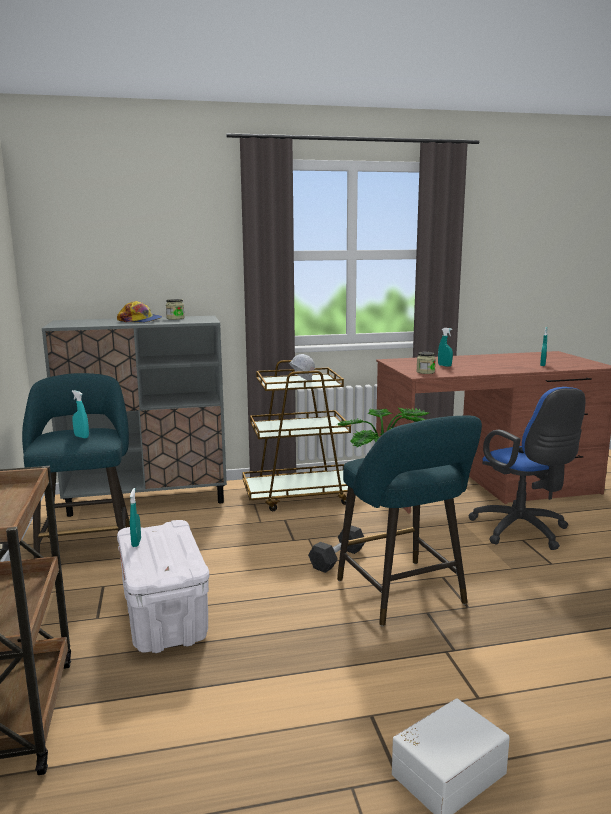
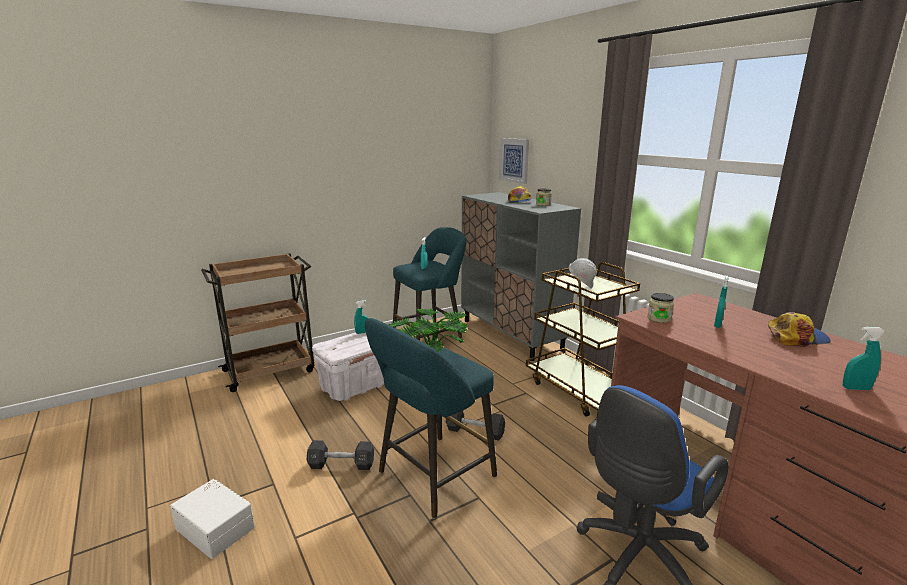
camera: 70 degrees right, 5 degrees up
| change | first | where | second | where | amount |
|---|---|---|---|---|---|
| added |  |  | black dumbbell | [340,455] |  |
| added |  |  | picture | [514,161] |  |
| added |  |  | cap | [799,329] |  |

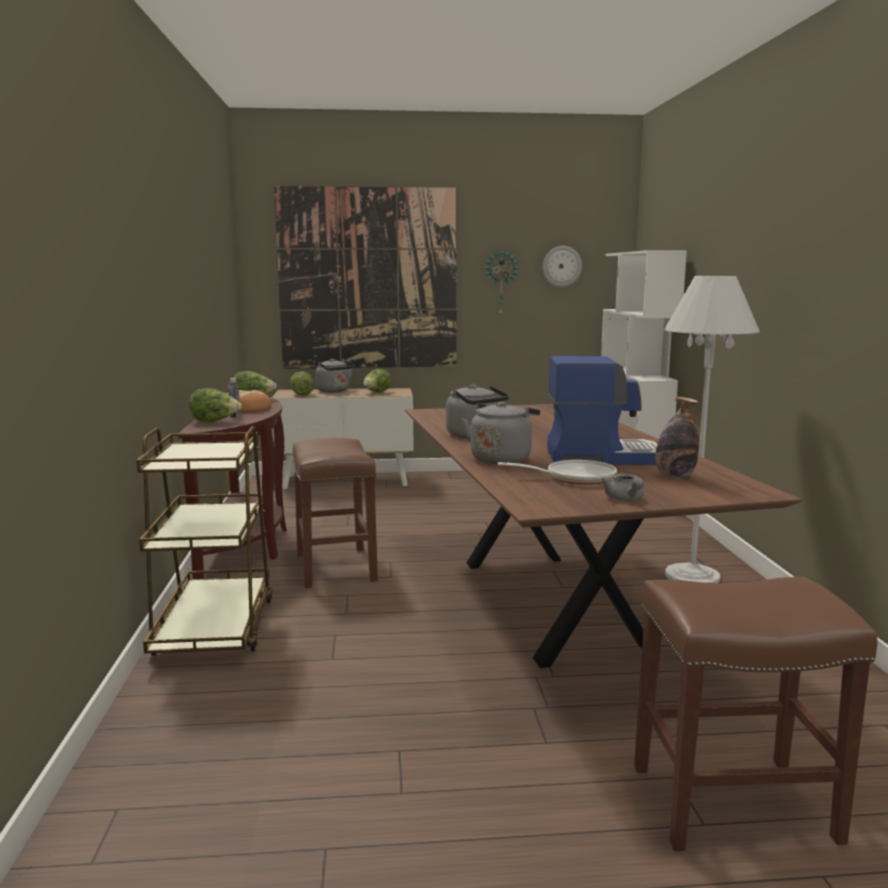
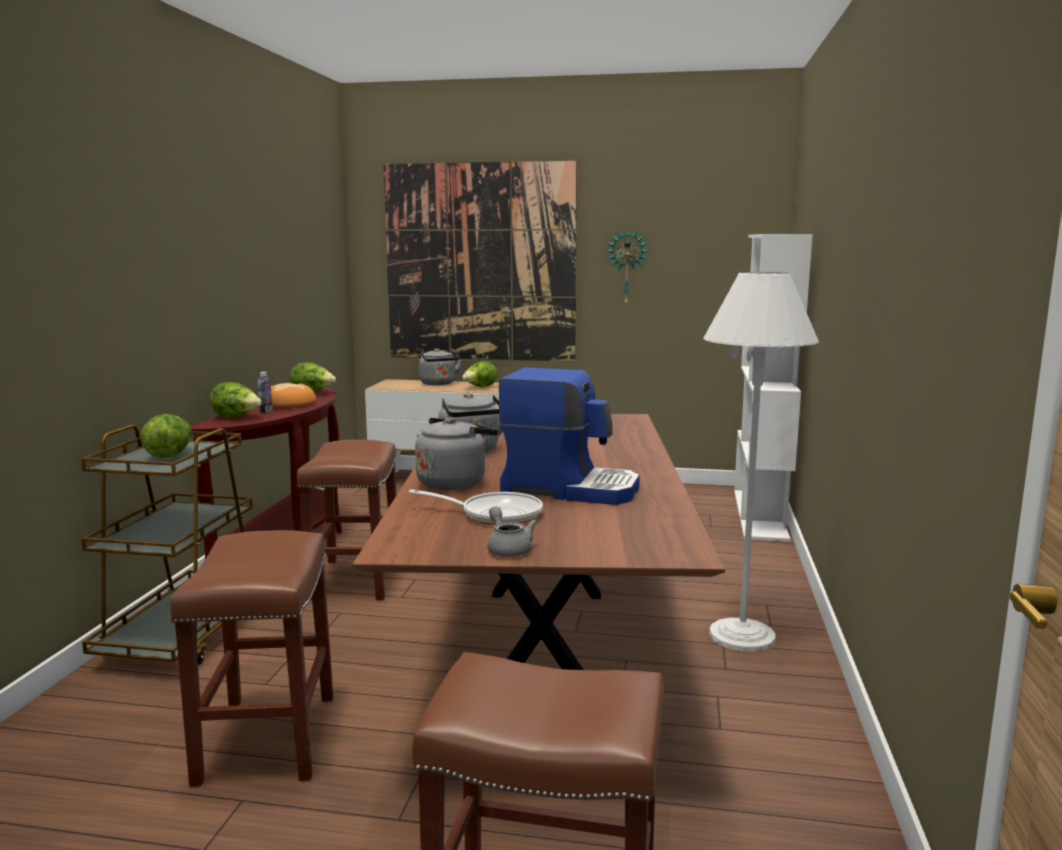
camera: 15 degrees right, 0 degrees up
| change | first | where | second | where | amount |
|---|---|---|---|---|---|
| moved | lettuce | [302,383] |  | [166,436] |  |
| added |  |  | brown stool | [251,658] |  |
| turned | grey teapot | [622,487] |  | [512,531] | 150 degrees clockwise |
| removed | wall clock | [562,266] |  |  |  |
| removed | bottle | [677,438] |  |  |  |

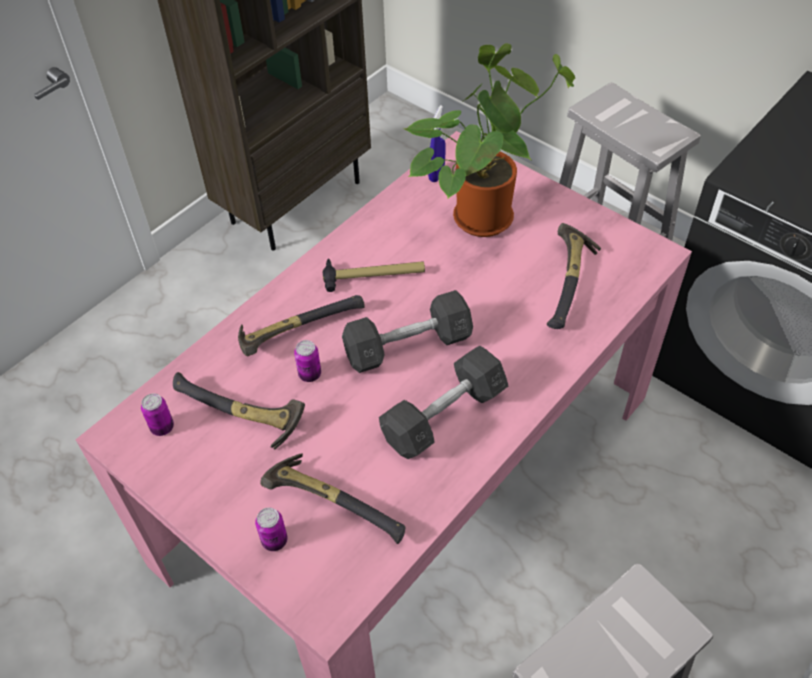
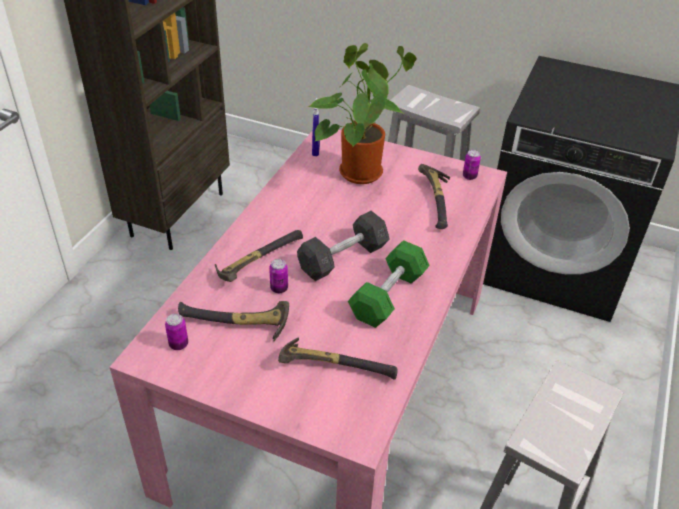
camera: 20 degrees left, 10 degrees down
| change | first | where | second | where | amount |
|---|---|---|---|---|---|
| recoloured | grey dumbbell | [443,402] | green dumbbell | [389,284] |  |
| moved | can | [271,529] |  | [472,165] |  |
| removed | hammer | [374,275] |  |  |  |

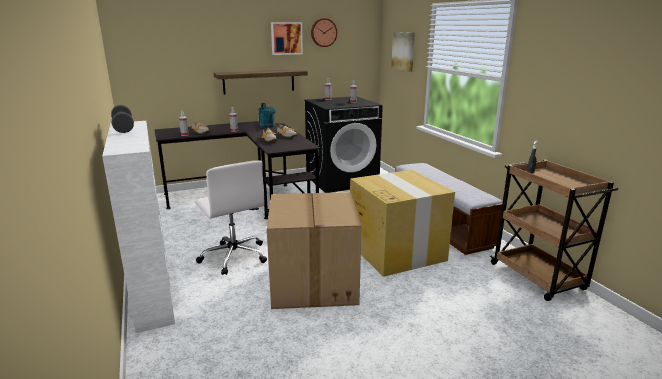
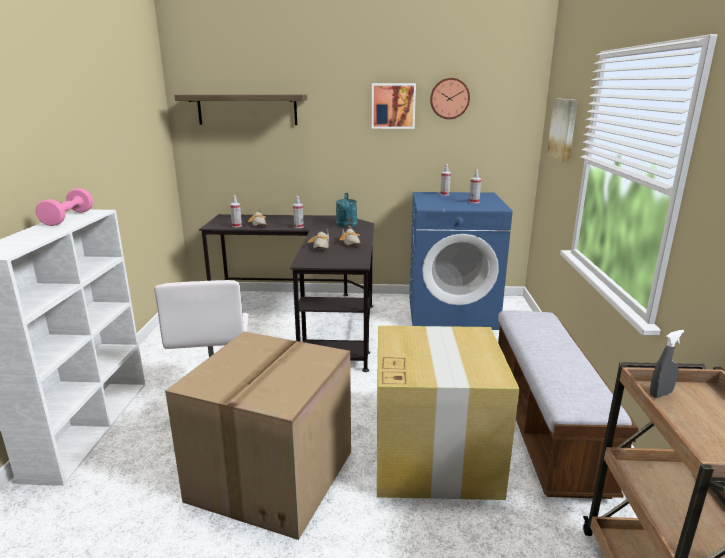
camera: 25 degrees right, 0 degrees up
| change | first | where | second | where | amount |
|---|---|---|---|---|---|
| recoloured | grey dumbbell | [122,119] | pink dumbbell | [64,207] |  |
| moved | shelf | [261,82] |  | [240,109] |  |
| recoloured | black washing machine | [343,145] | blue washing machine | [461,261] |  |

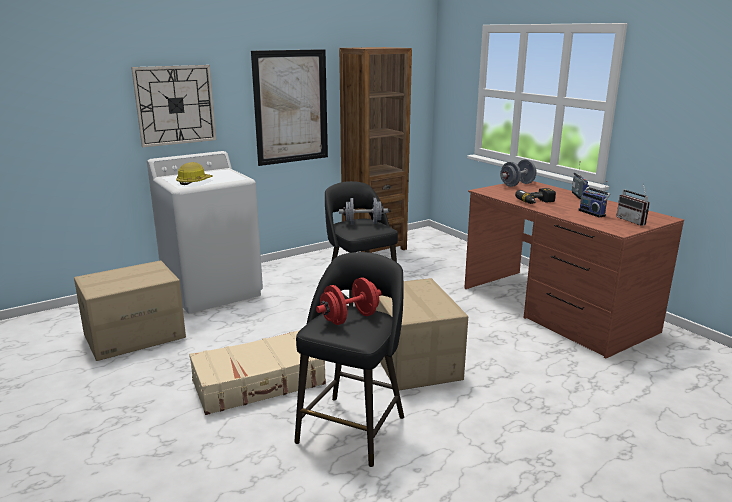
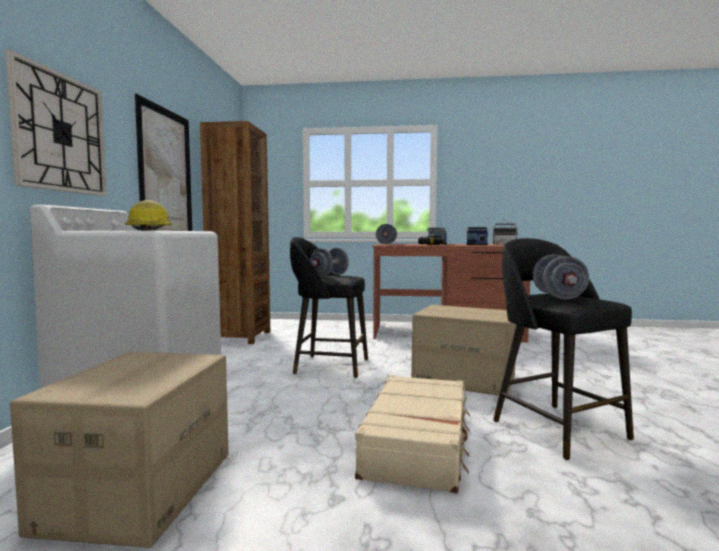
camera: 50 degrees left, 15 degrees down
| change | first | where | second | where | amount |
|---|---|---|---|---|---|
| recoloured | red dumbbell | [348,301] | grey dumbbell | [560,277] |  |

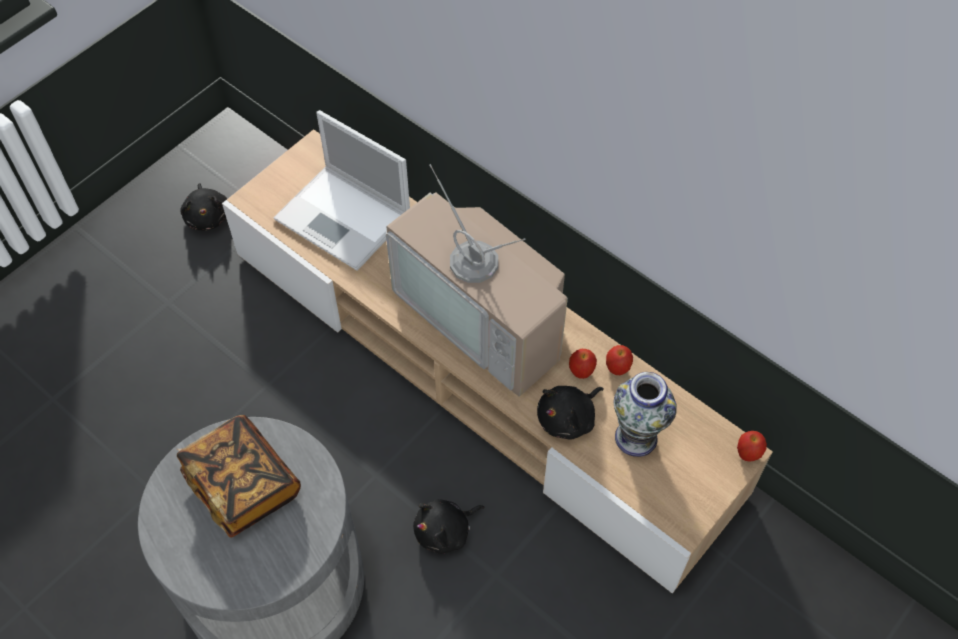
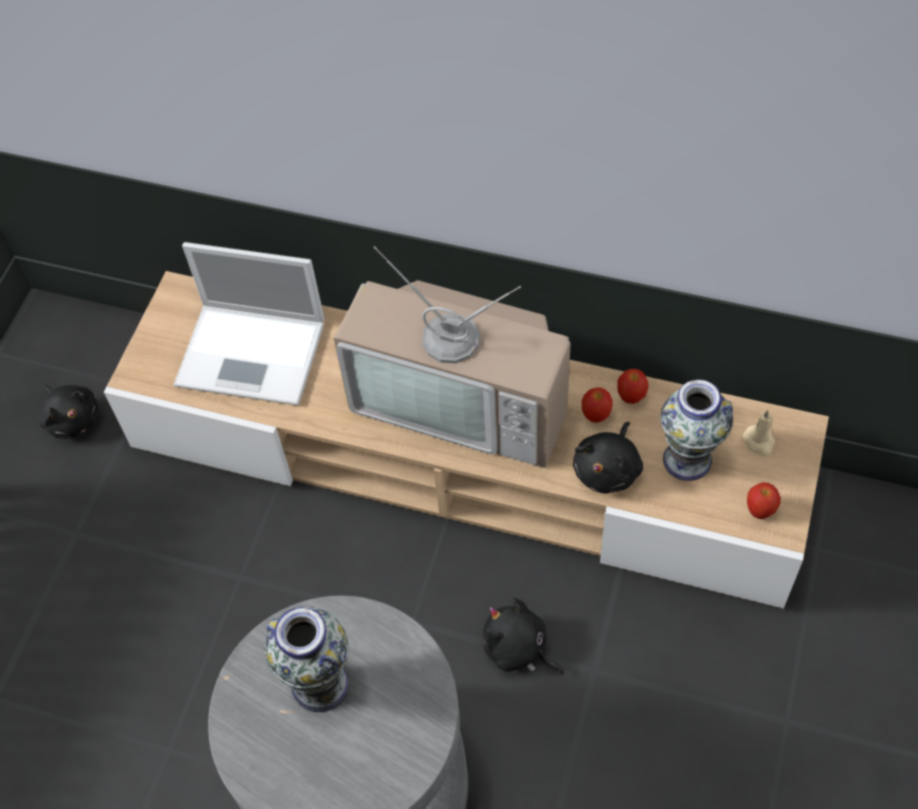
camera: 20 degrees left, 0 degrees up
| change | first | where | second | where | amount |
|---|---|---|---|---|---|
| replaced | book | [239,476] | vase | [307,659] |  |
| turned | black plush toy | [448,526] |  | [523,636] | 90 degrees clockwise |
| added |  |  | beige candle | [759,433] |  |
| moved | apple | [752,446] |  | [764,500] |  |

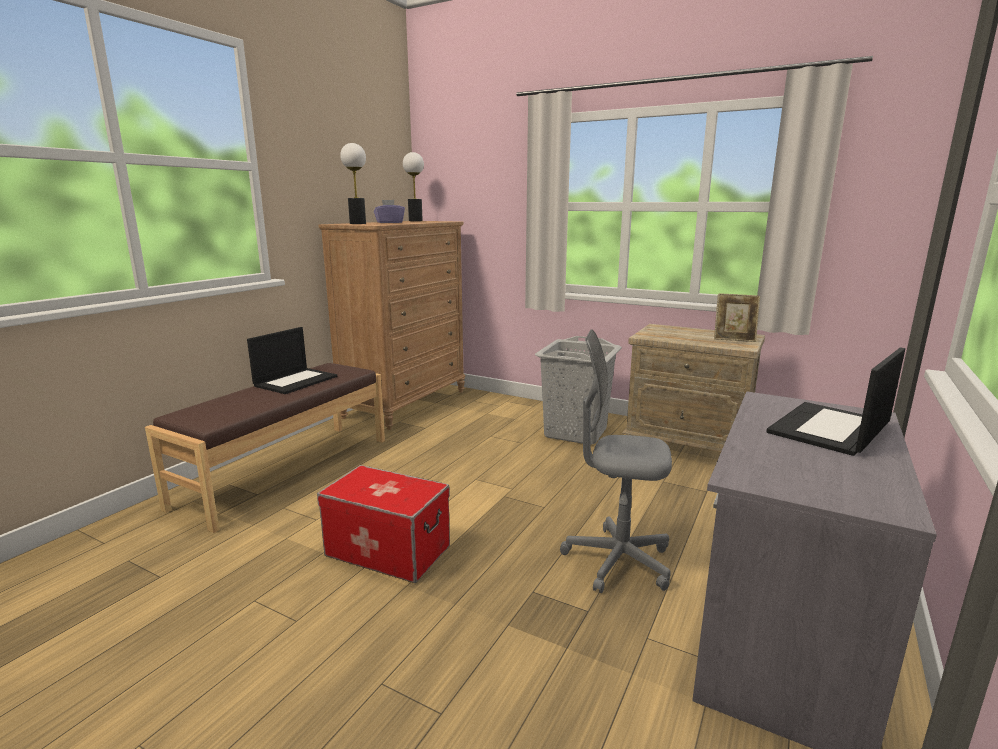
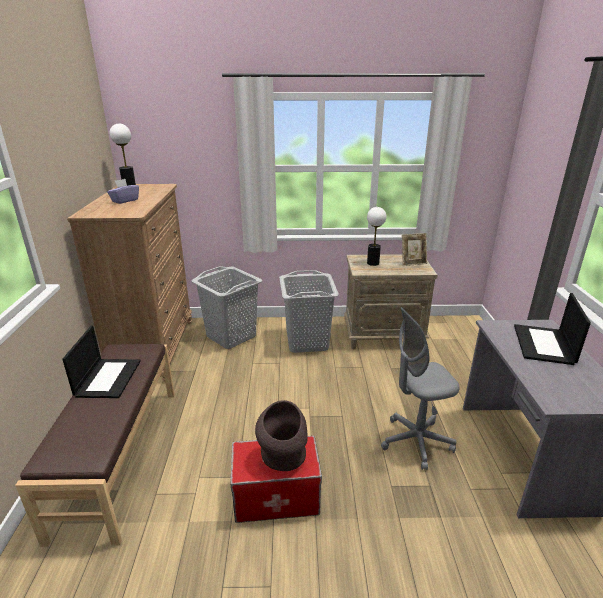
camera: 30 degrees left, 10 degrees up
| change | first | where | second | where | amount |
|---|---|---|---|---|---|
| added |  |  | grey laundry basket | [226,307] |  |
| added |  |  | brown vase | [281,435] |  |
| moved | table lamp | [353,183] |  | [376,236] |  |

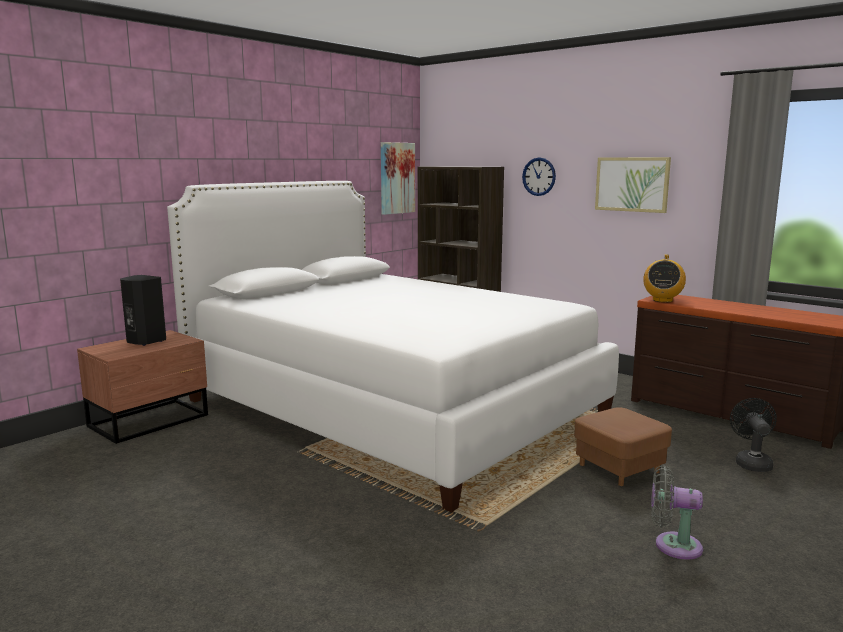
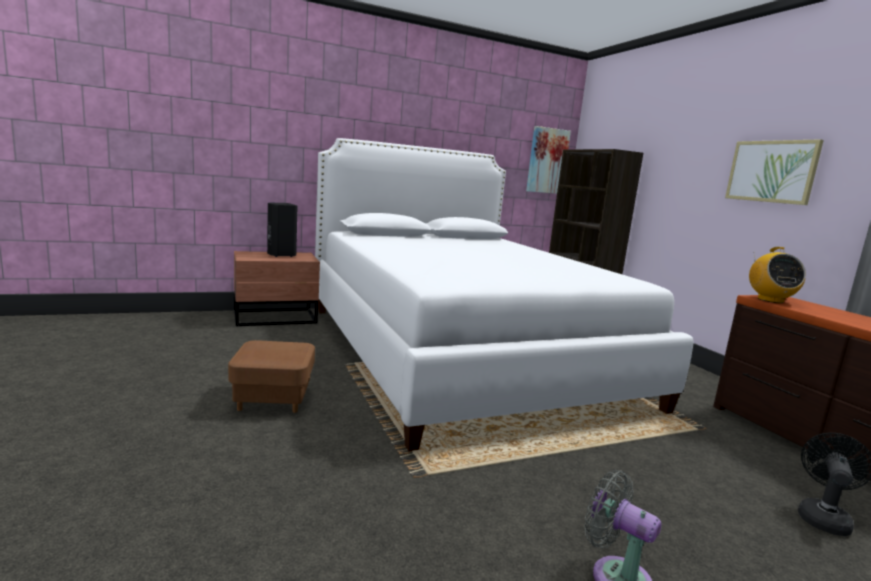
camera: 25 degrees right, 0 degrees up
| change | first | where | second | where | amount |
|---|---|---|---|---|---|
| moved | brown ottoman | [623,446] |  | [271,376] |  |
| turned | radio | [664,279] |  | [777,275] | 45 degrees counterclockwise |
| removed | wall clock | [539,176] |  |  |  |

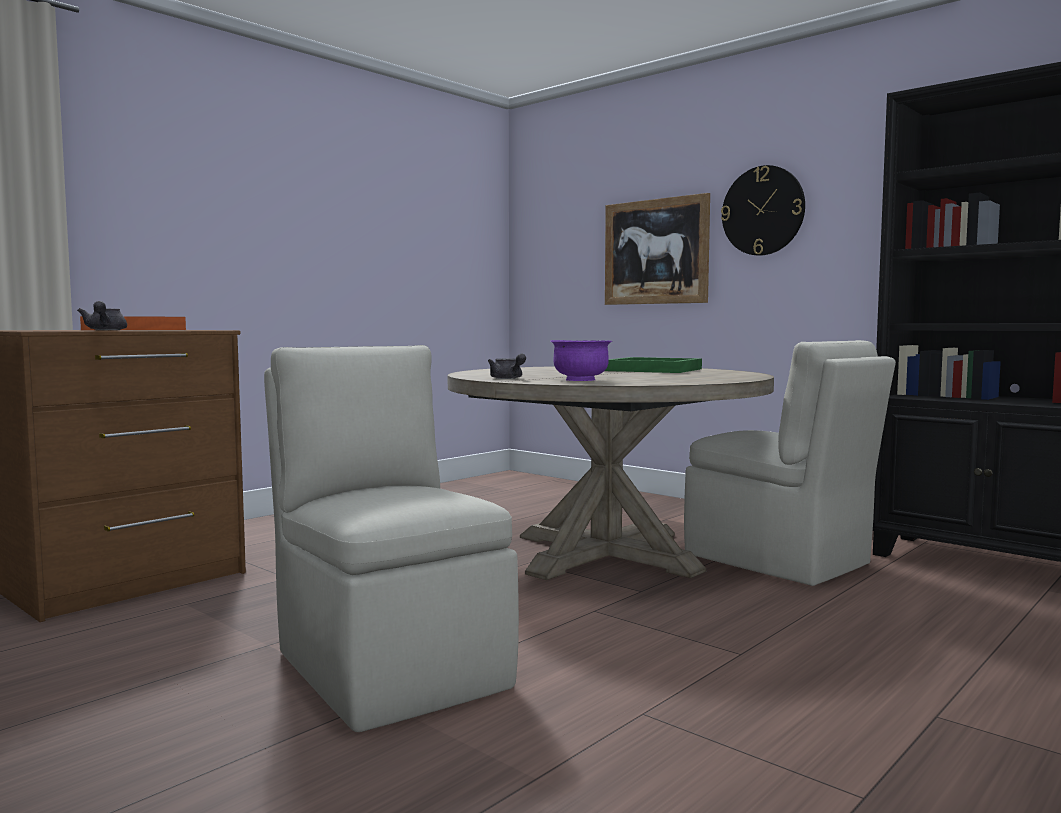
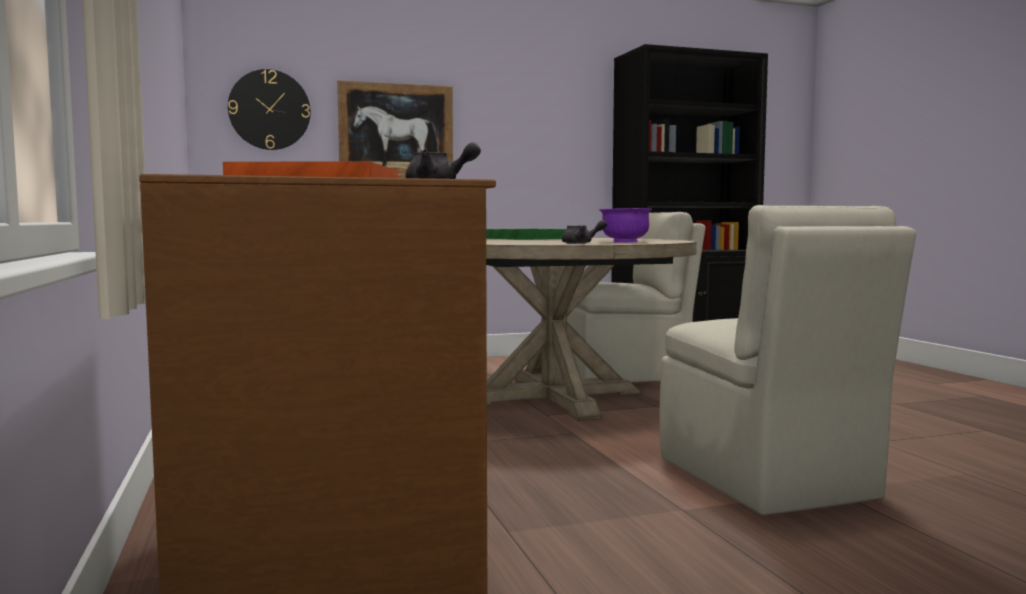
camera: 60 degrees left, 0 degrees up
| change | first | where | second | where | amount |
|---|---|---|---|---|---|
| moved | wall clock | [763,210] |  | [269,109] |  |
| turned | beige chair | [391,538] |  | [788,360] | 105 degrees counterclockwise |

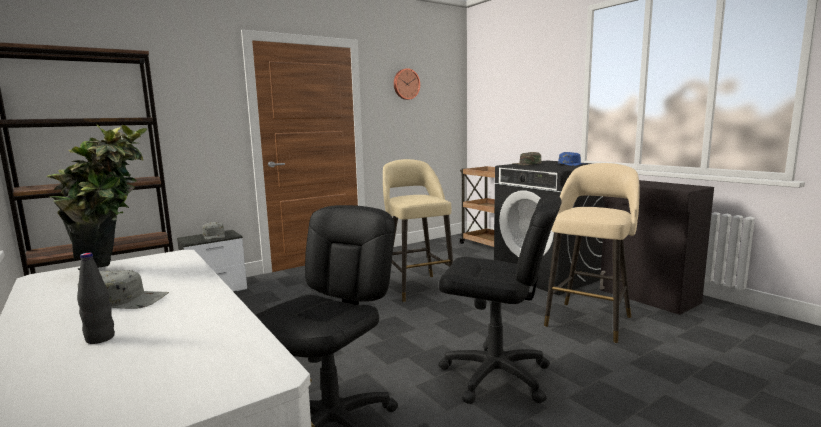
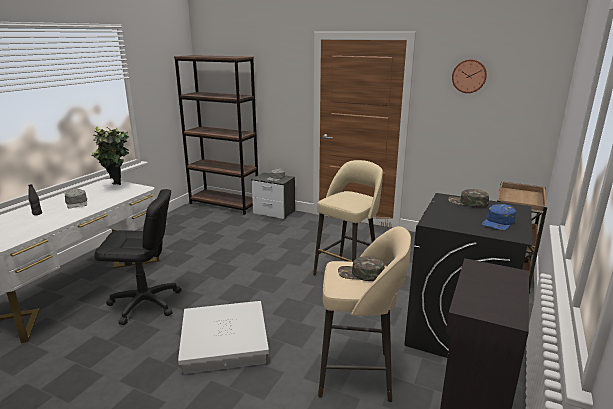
camera: 60 degrees right, 10 degrees up
| change | first | where | second | where | amount |
|---|---|---|---|---|---|
| replaced | black office chair | [500,299] | white storage box | [223,337] |  |
| added |  |  | green cap | [361,268] |  |

